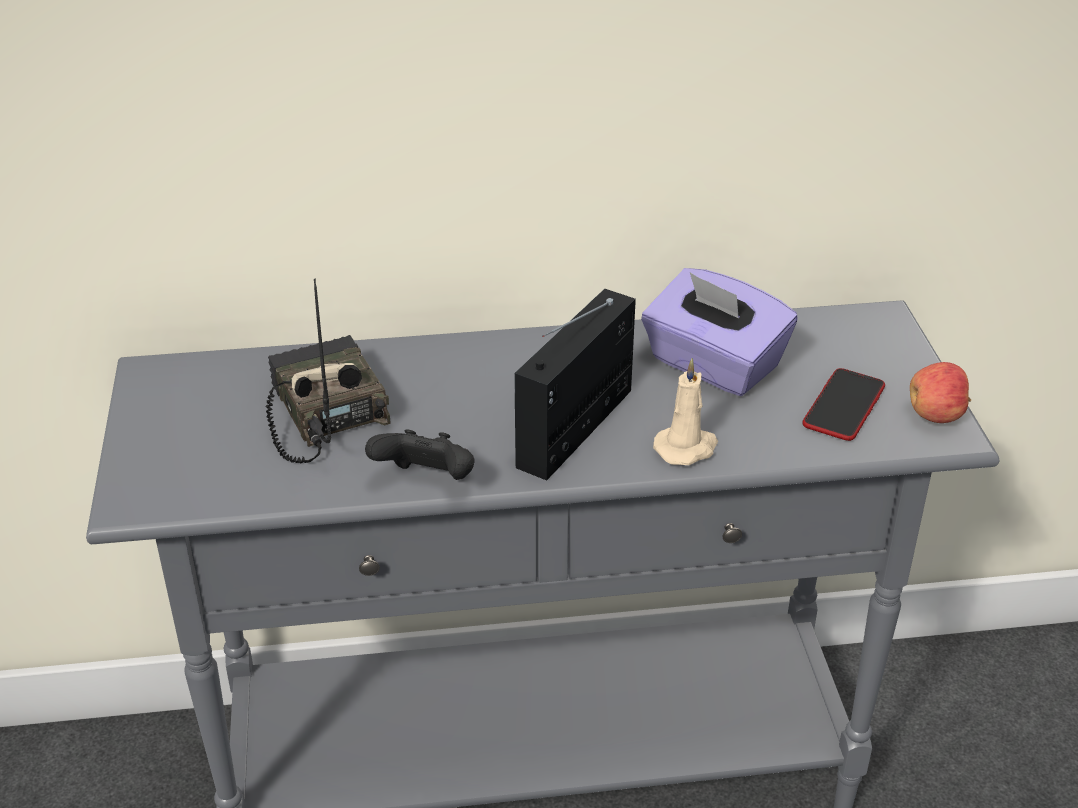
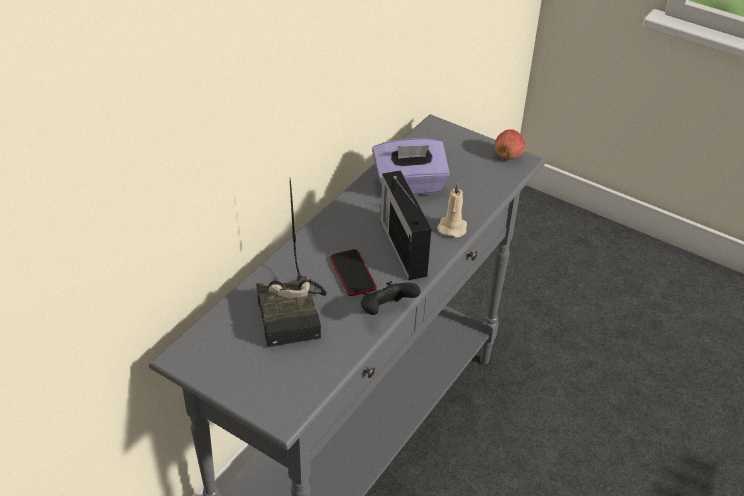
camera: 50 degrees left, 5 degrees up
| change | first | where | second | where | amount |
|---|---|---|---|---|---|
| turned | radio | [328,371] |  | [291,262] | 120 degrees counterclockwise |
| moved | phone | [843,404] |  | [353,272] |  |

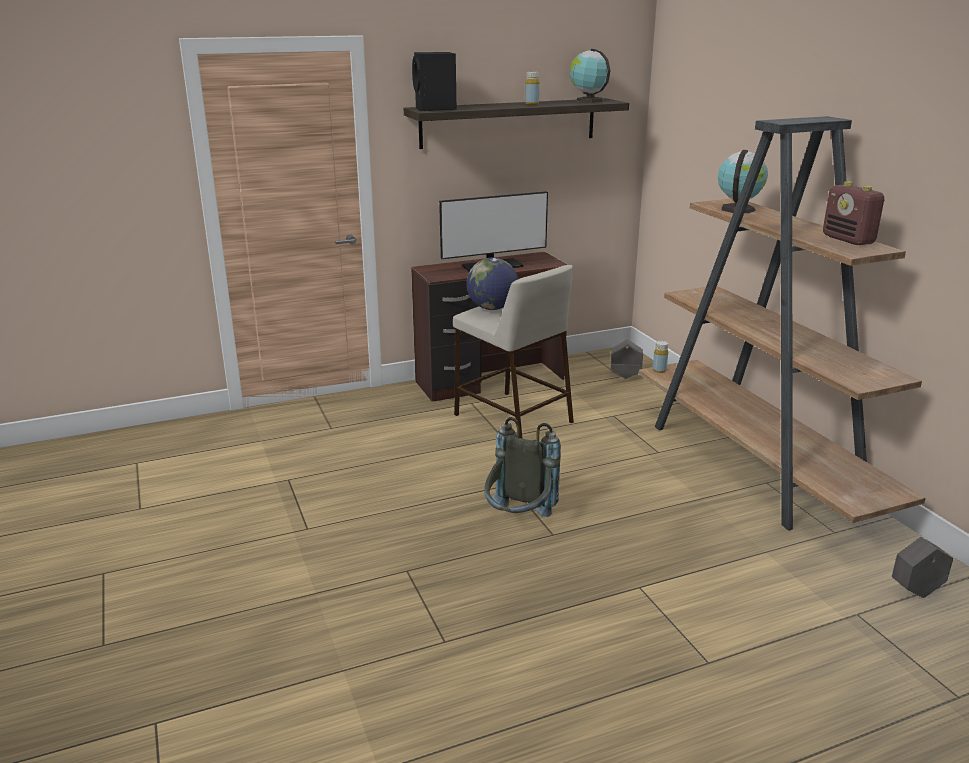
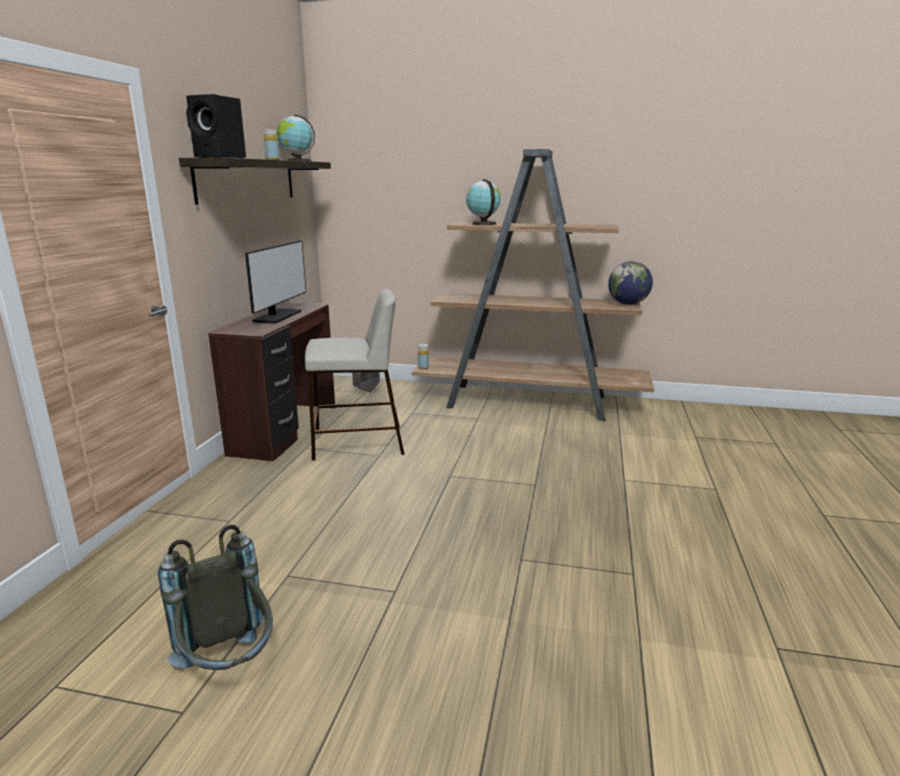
camera: 55 degrees left, 5 degrees down
| change | first | where | second | where | amount |
|---|---|---|---|---|---|
| moved | grey backpack | [522,467] |  | [215,597] |  |
| moved | globe | [492,283] |  | [630,283] |  |
| removed | radio | [854,213] |  |  |  |
| removed | grey planter | [922,567] |  |  |  |

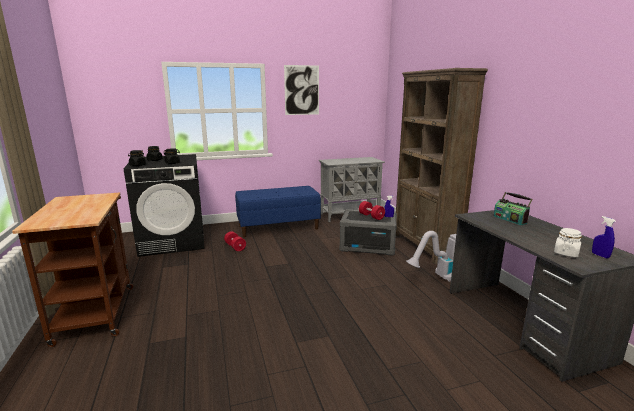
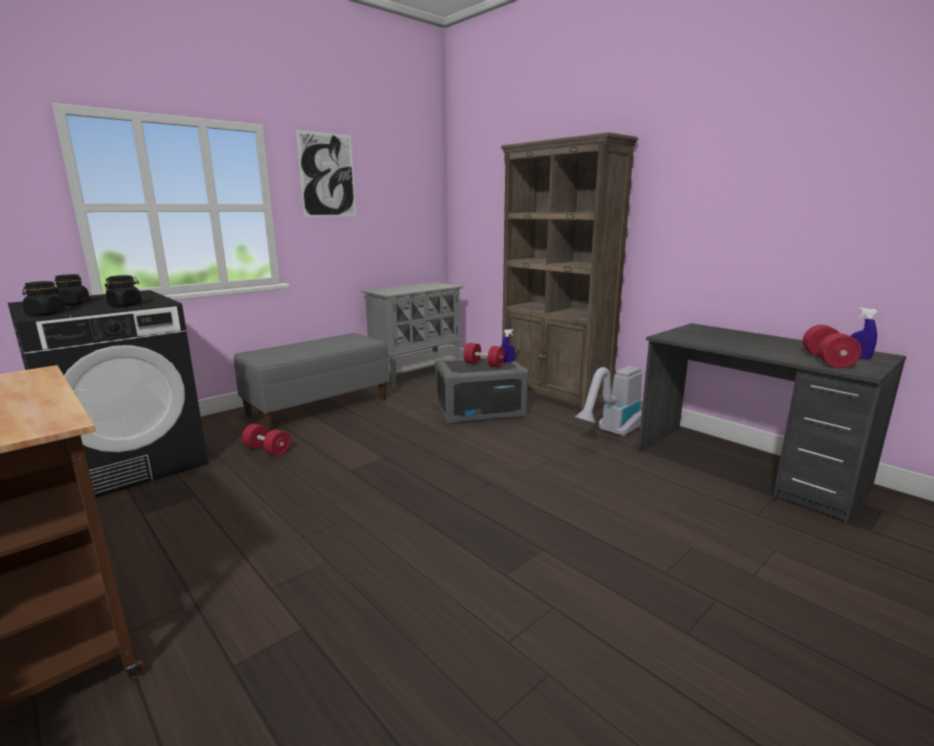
camera: 25 degrees left, 0 degrees up
| change | first | where | second | where | amount |
|---|---|---|---|---|---|
| recoloured | blue bench | [278,212] | grey bench | [312,382] |  |
| replaced | white jar | [568,242] | red dumbbell | [832,346] |  |
| removed | radio | [513,208] |  |  |  |

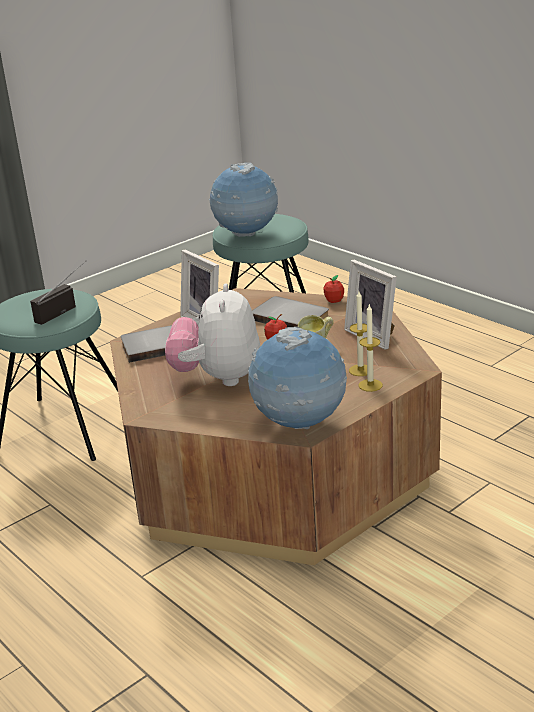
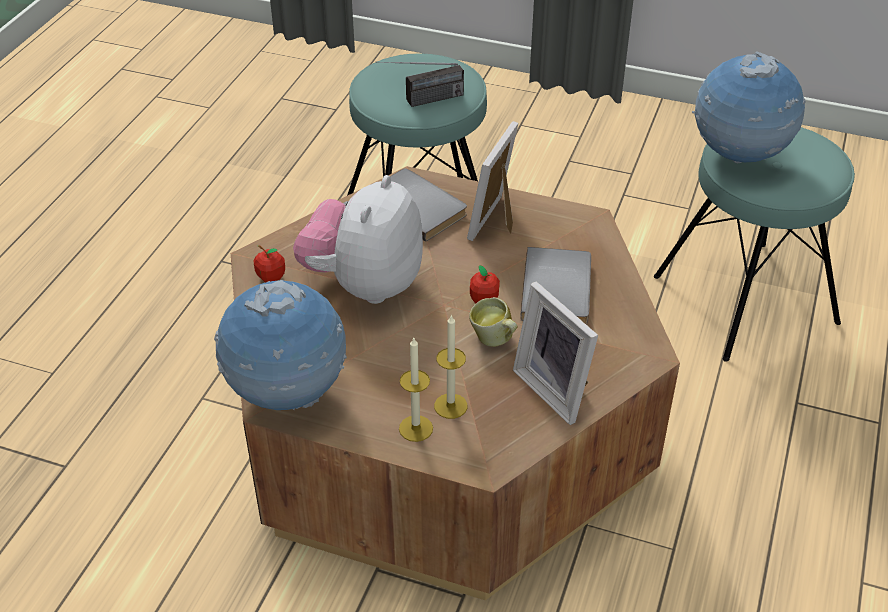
camera: 60 degrees right, 15 degrees up
| change | first | where | second | where | amount |
|---|---|---|---|---|---|
| moved | apple | [333,289] |  | [269,264] |  |
| turned | plush toy | [212,334] |  | [358,239] | 45 degrees counterclockwise |
| turned | radio | [58,292] |  | [420,84] | 150 degrees clockwise |
| turned | picture frame | [370,305] |  | [555,353] | 60 degrees counterclockwise |

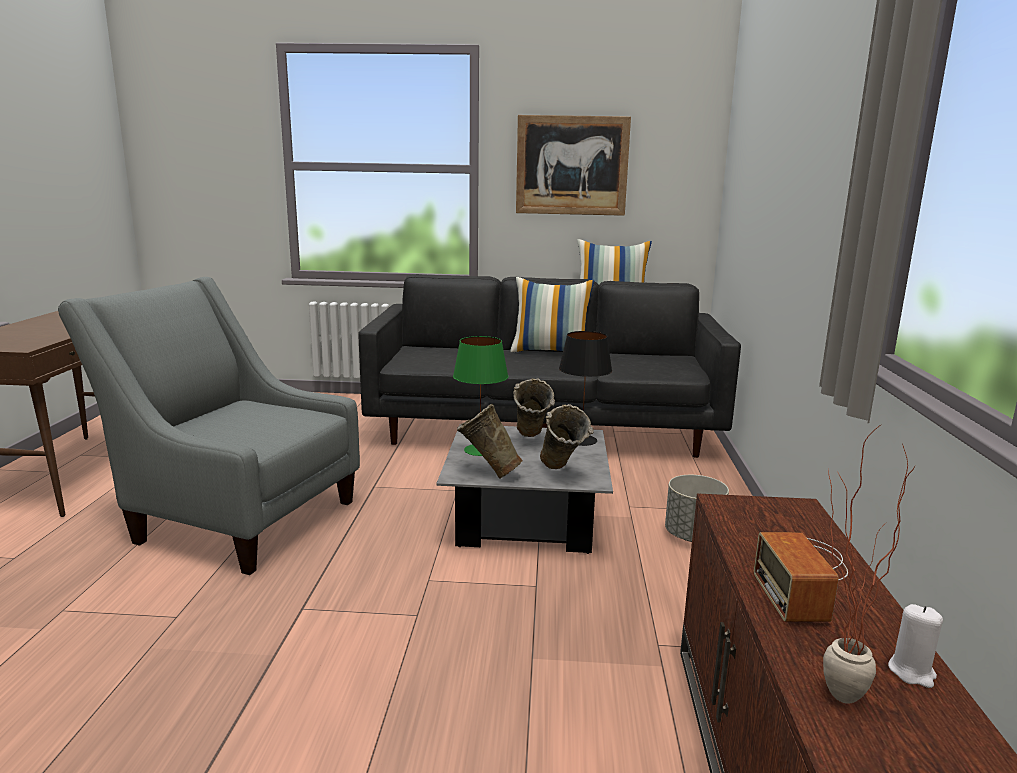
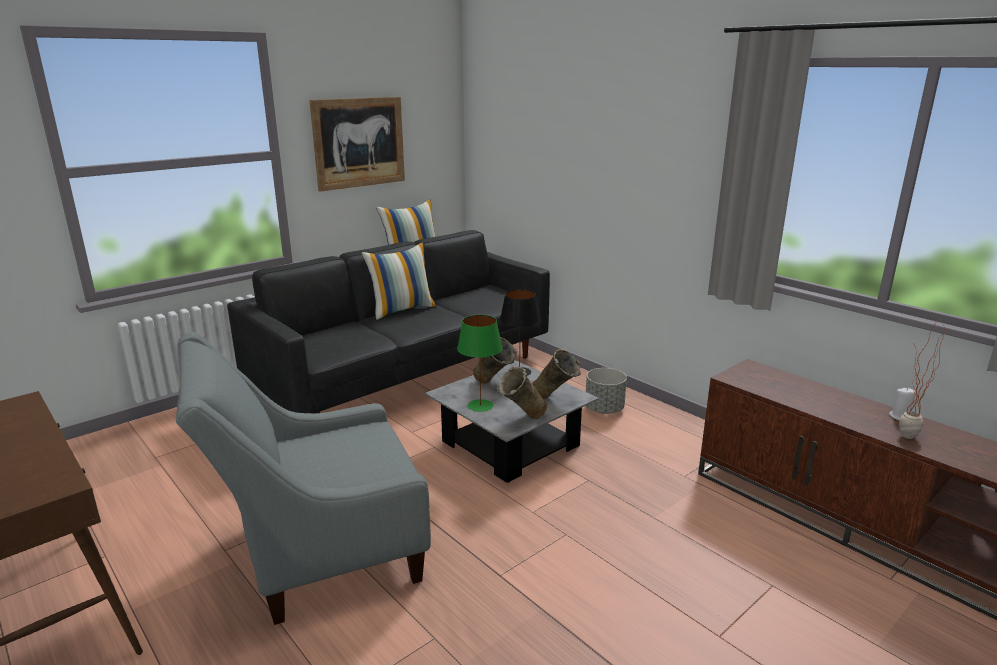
camera: 45 degrees left, 5 degrees up
| change | first | where | second | where | amount |
|---|---|---|---|---|---|
| removed | radio | [801,577] |  |  |  |

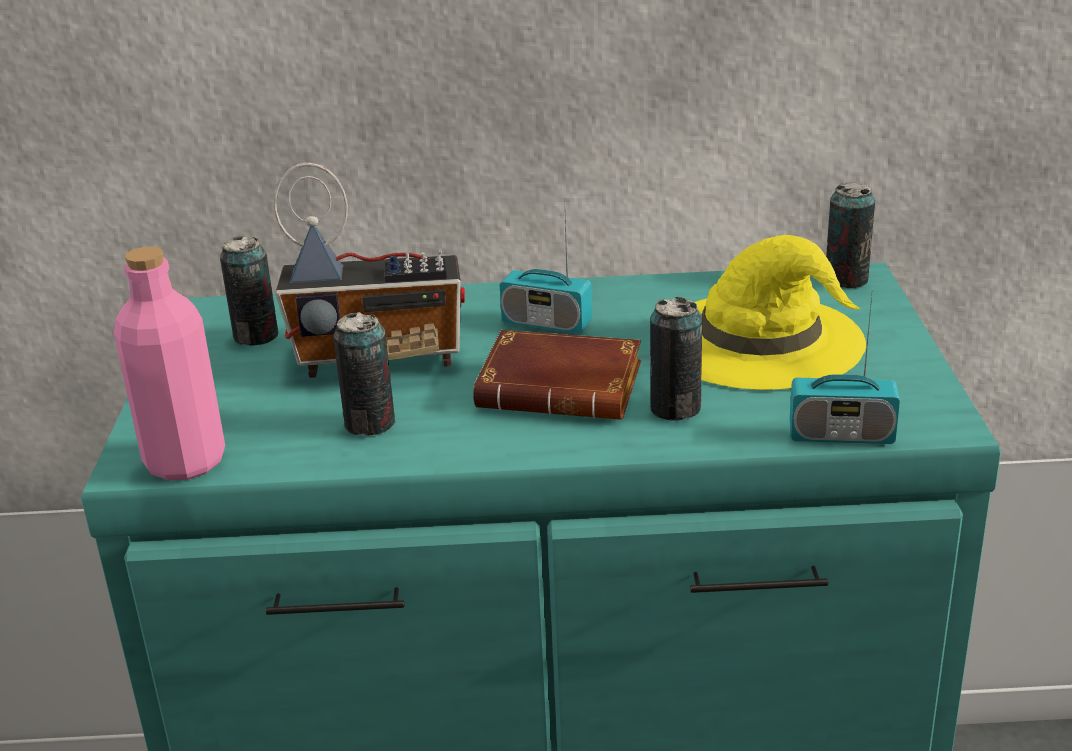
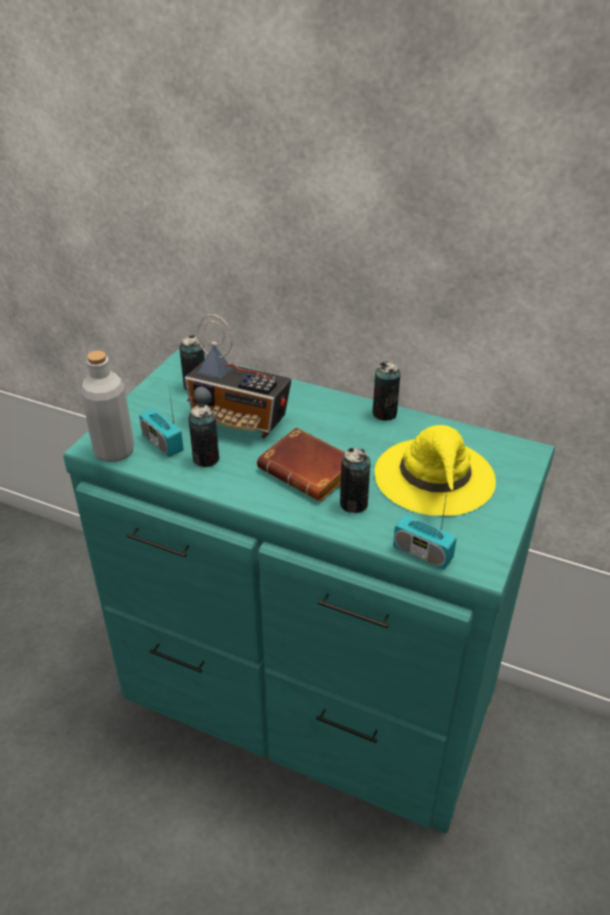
camera: 25 degrees right, 10 degrees up
| change | first | where | second | where | amount |
|---|---|---|---|---|---|
| recoloured | pink bottle | [169,363] | grey bottle | [107,406] |  |
| moved | radio | [546,266] |  | [161,419] |  |
| moved | can | [850,235] |  | [386,391] |  |

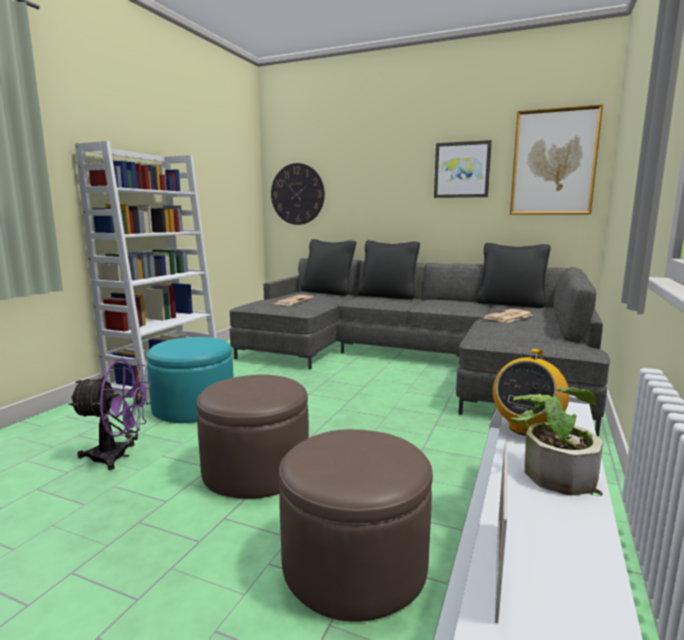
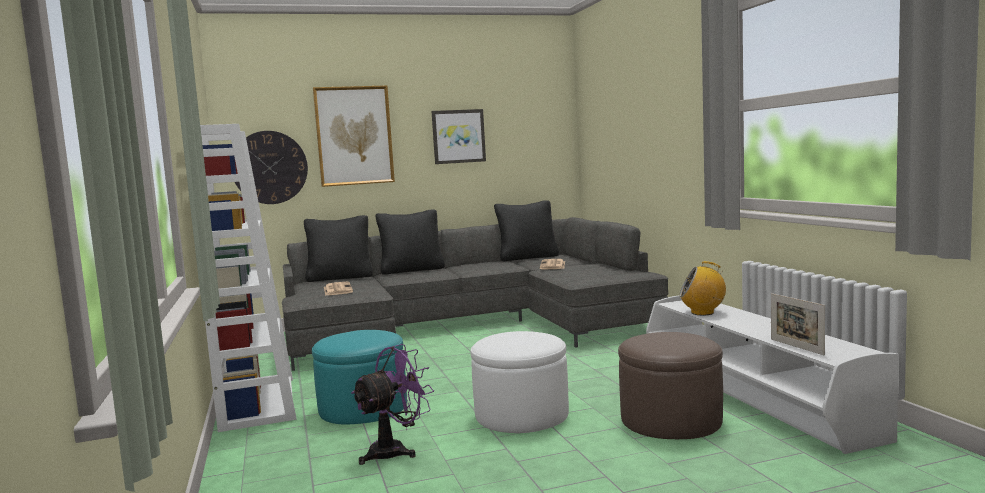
camera: 40 degrees left, 5 degrees down
| change | first | where | second | where | amount |
|---|---|---|---|---|---|
| moved | picture | [556,159] |  | [354,136] |  |
| recoloured | brown ottoman | [252,436] | white ottoman | [520,382] |  |
| turned | radio | [531,392] |  | [702,288] | 105 degrees clockwise |
| removed | potted plant | [557,441] |  |  |  |

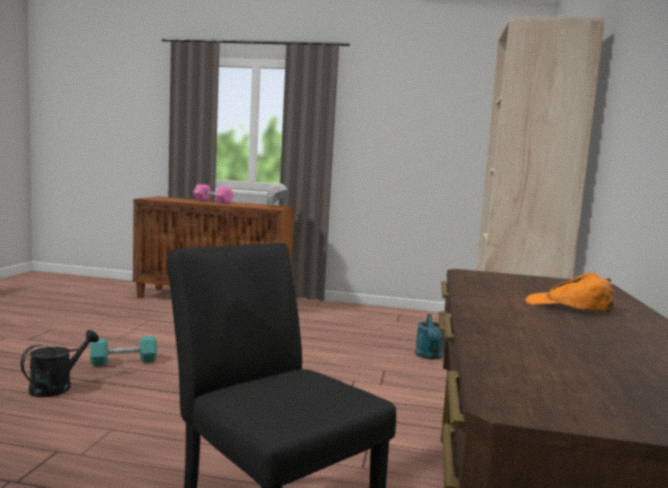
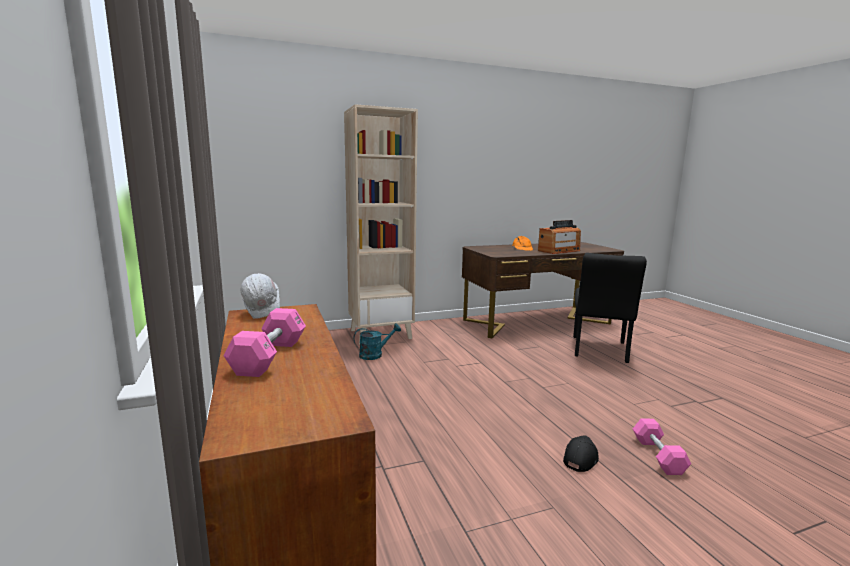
camera: 120 degrees left, 5 degrees up
| change | first | where | second | where | amount |
|---|---|---|---|---|---|
| added |  |  | radio | [559,237] |  |
| replaced | turquoise dumbbell | [123,351] | black cap | [581,454] |  |
| replaced | black watering can | [60,363] | pink dumbbell | [662,447] |  |

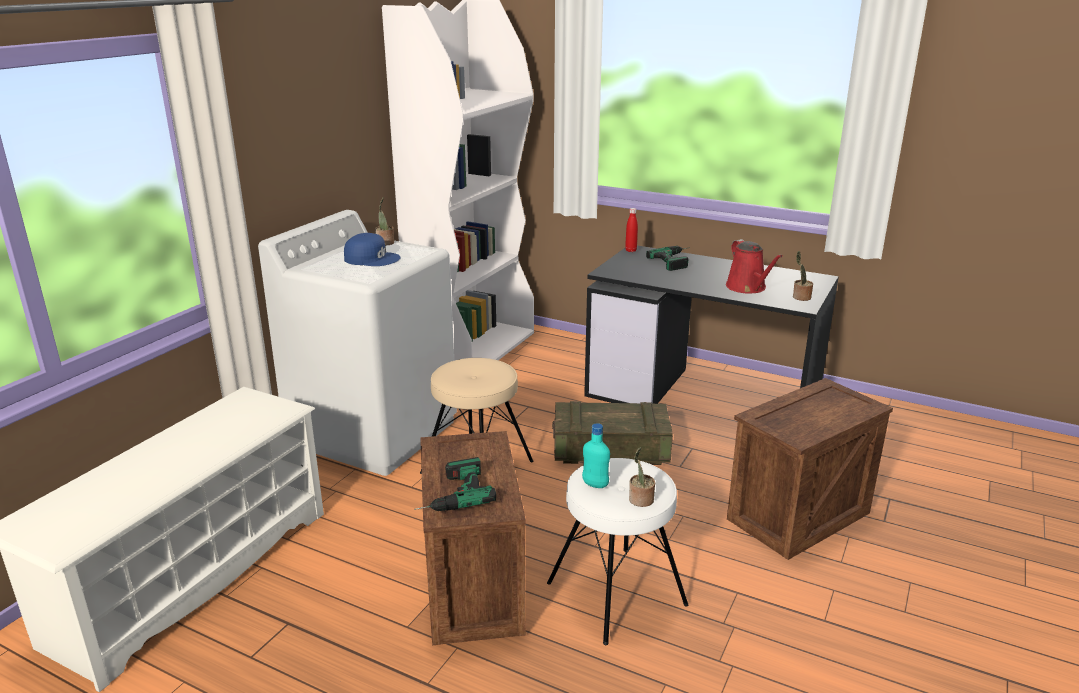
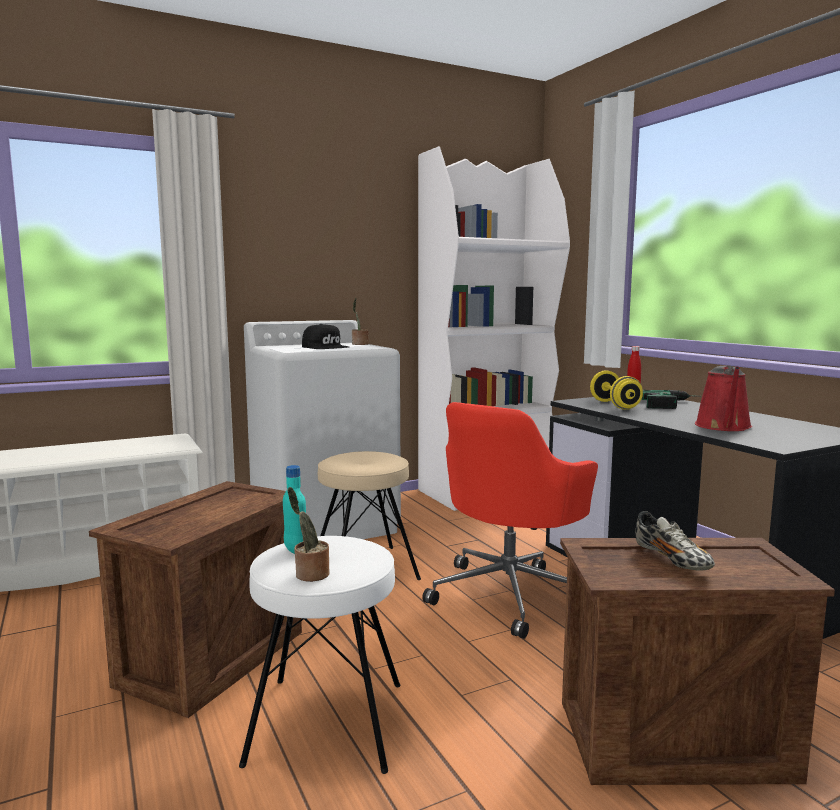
camera: 35 degrees right, 15 degrees down
| change | first | where | second | where | amount |
|---|---|---|---|---|---|
| recoloured | blue cap | [372,249] | black cap | [325,336] |  |
| replaced | crate | [612,433] | red office chair | [510,520] |  |
| added |  |  | yellow dumbbell | [616,390] |  |
| added |  |  | shoe | [675,540] |  |
| removed | power drill | [455,484] |  |  |  |
| removed | potted plant | [803,276] |  |  |  |

